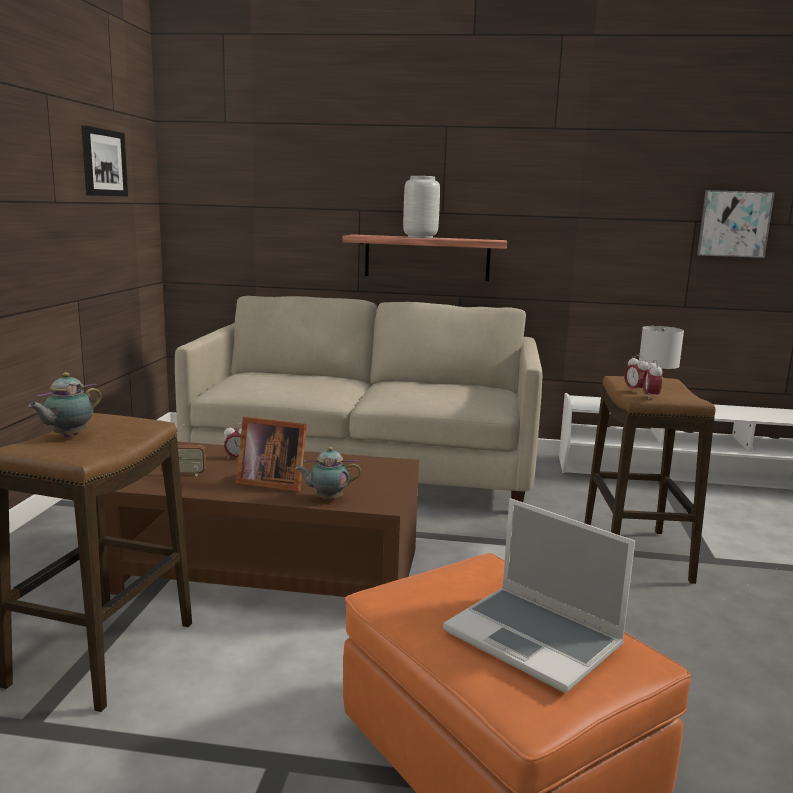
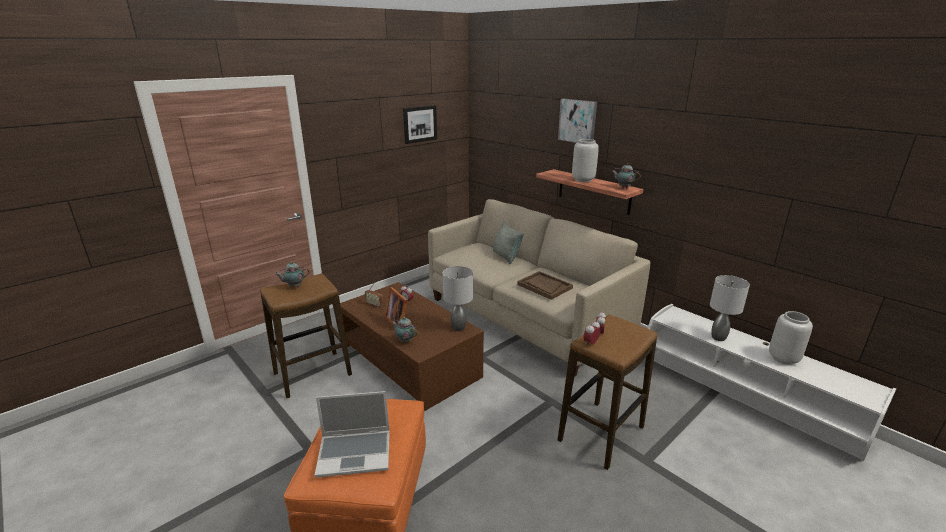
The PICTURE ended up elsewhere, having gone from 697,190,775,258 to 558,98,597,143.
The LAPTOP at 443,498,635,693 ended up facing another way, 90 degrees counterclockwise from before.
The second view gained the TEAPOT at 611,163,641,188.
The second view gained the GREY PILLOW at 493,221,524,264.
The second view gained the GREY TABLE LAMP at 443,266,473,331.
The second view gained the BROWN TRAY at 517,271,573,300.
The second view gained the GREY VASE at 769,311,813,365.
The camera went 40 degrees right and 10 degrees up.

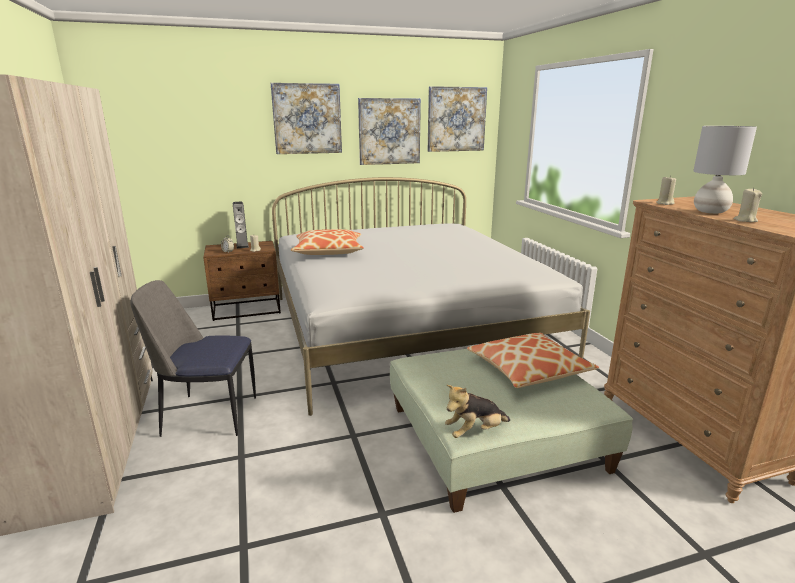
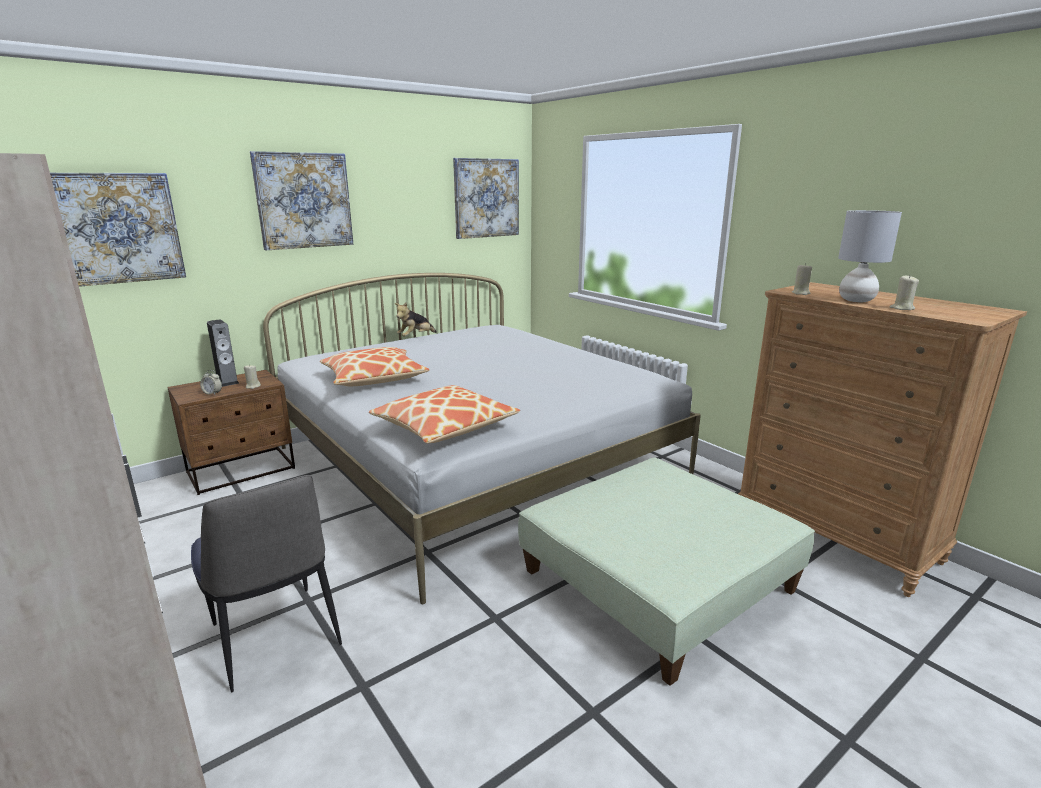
The PICTURE ended up elsewhere, having gone from 358,98,421,165 to 50,173,186,287.
The CHAIR at 130,280,256,437 ended up facing another way, 105 degrees counterclockwise from before.
The PILLOW ended up elsewhere, having gone from 467,333,599,388 to 369,385,520,444.
The PLUSH TOY ended up elsewhere, having gone from 445,385,510,438 to 395,302,437,336.
The camera went 20 degrees left and 0 degrees up.

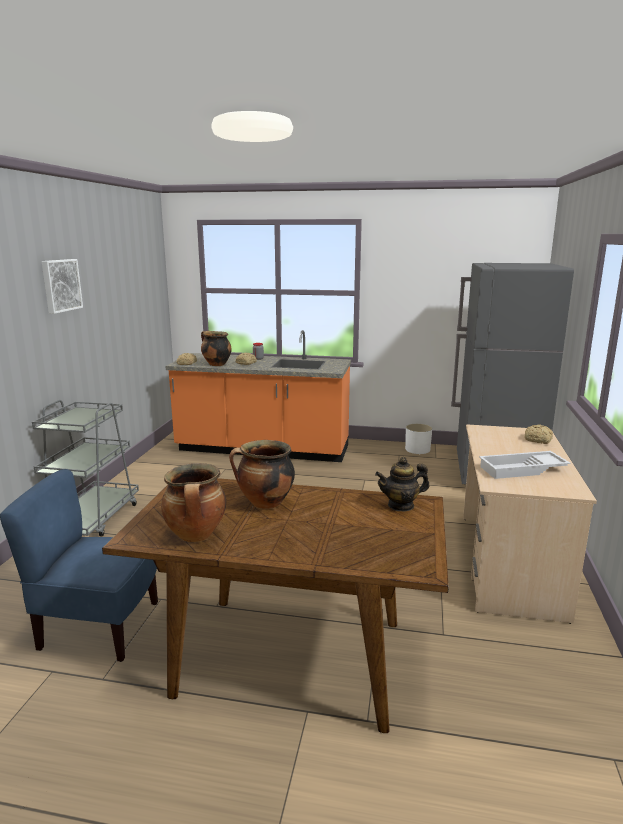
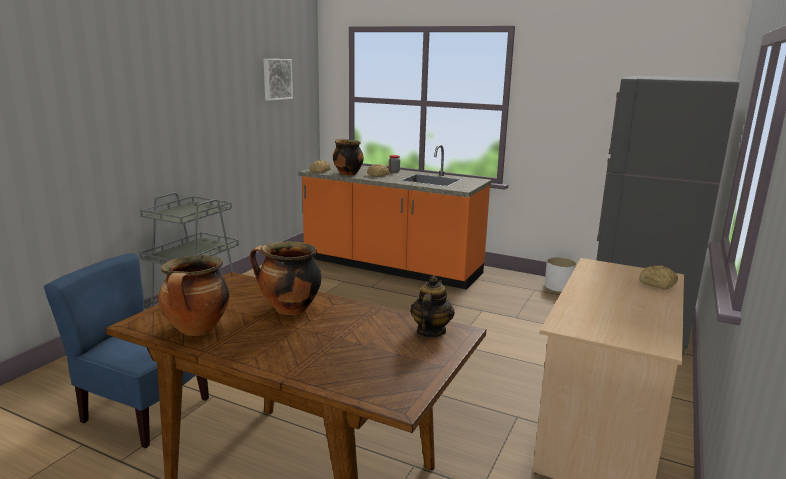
The PICTURE ended up elsewhere, having gone from 41,259,83,314 to 263,59,293,101.
The second view lost the WHITE TRAY at 479,451,570,479.
The TEAPOT at 375,457,430,512 ended up facing another way, 105 degrees clockwise from before.
The camera went 15 degrees right and 0 degrees up.

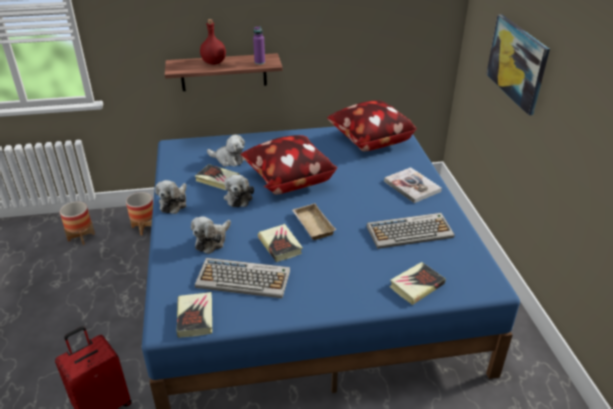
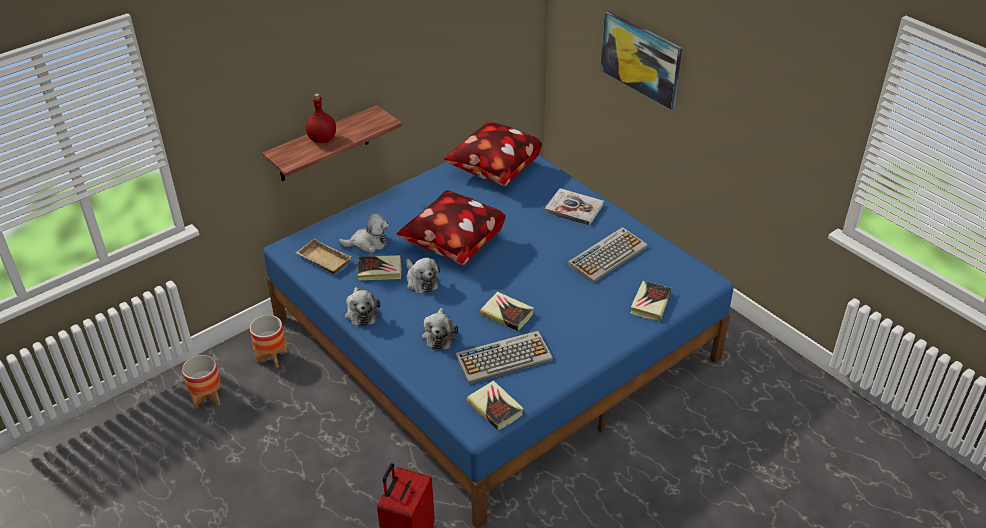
The second view lost the PURPLE BOTTLE at 253,26,265,65.
The BEIGE TRAY ended up elsewhere, having gone from 292,203,336,240 to 296,238,352,274.
The camera went 30 degrees left and 5 degrees up.

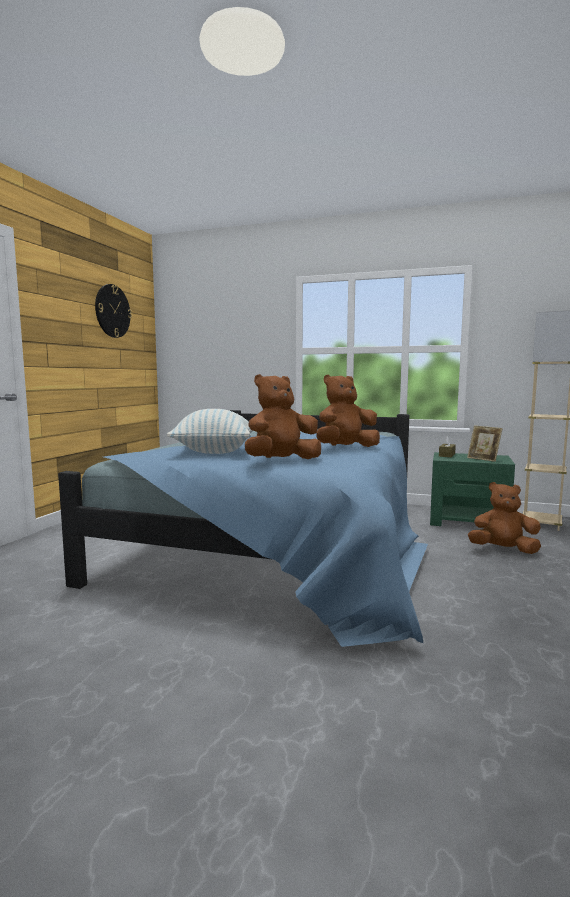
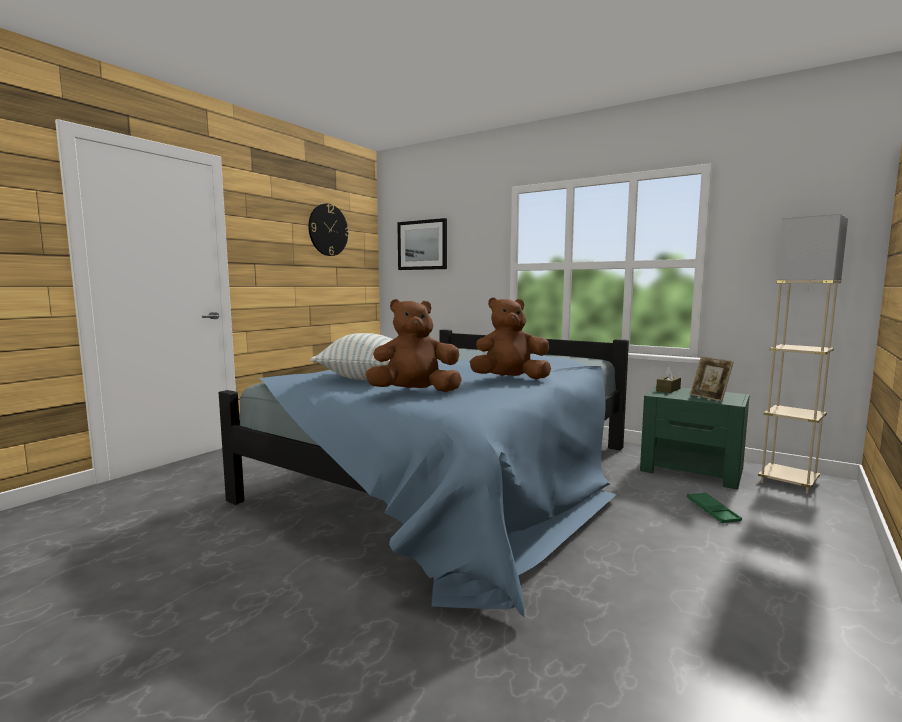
Where the BROWN PLUSH TOY stood at 468,482,541,554, the GREEN TRAY came to stand at 687,492,742,523.
The second view gained the PICTURE at 397,218,447,270.
The camera went 15 degrees right and 0 degrees up.

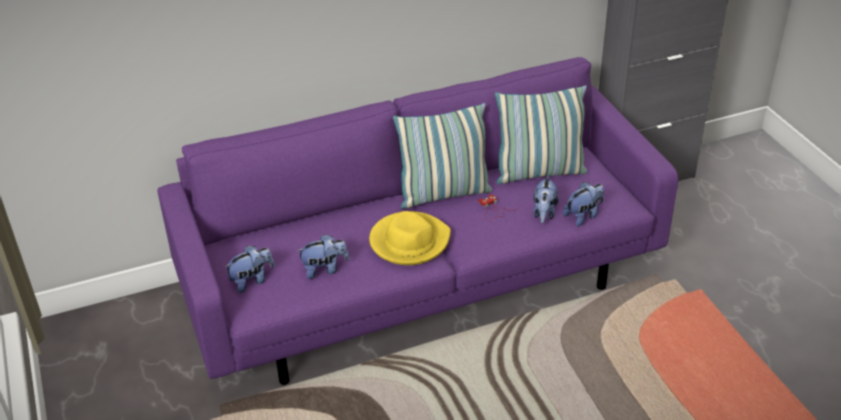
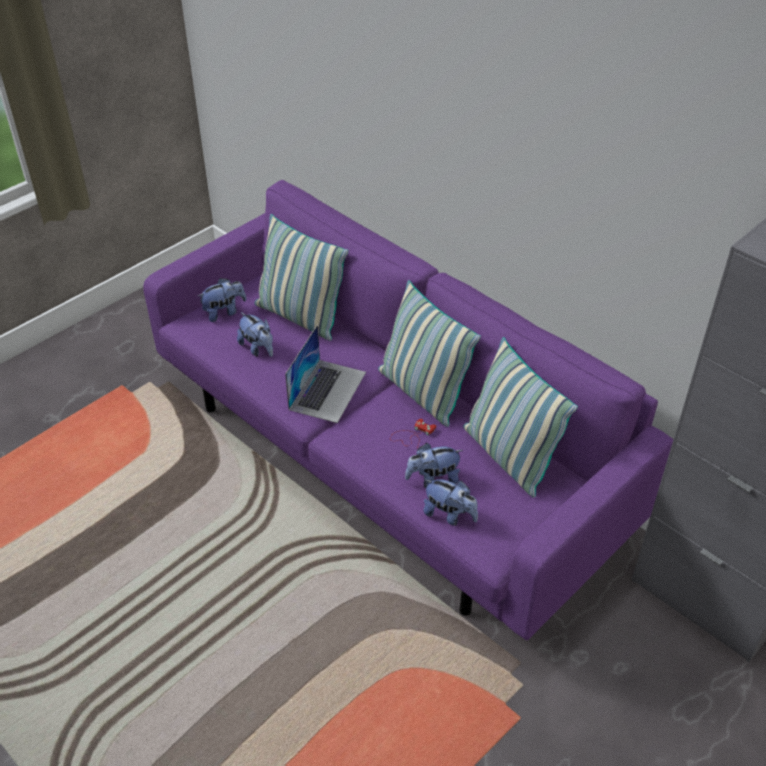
Where the YELLOW HAT stood at 369,211,451,265, the LAPTOP came to stand at 285,325,366,423.
The PLUSH TOY at 224,246,275,293 ended up facing another way, 60 degrees counterclockwise from before.
The second view gained the PILLOW at 255,214,349,341.
The camera went 65 degrees right and 5 degrees up.

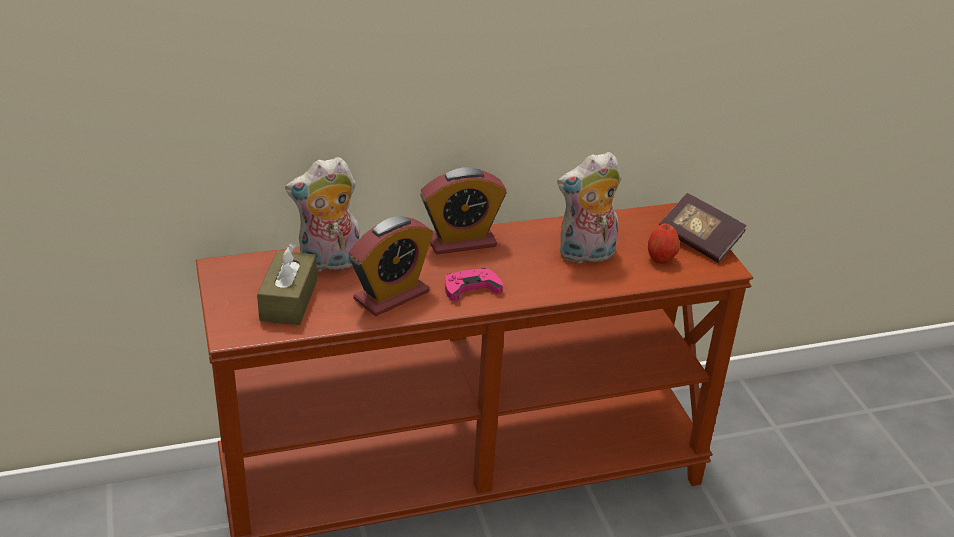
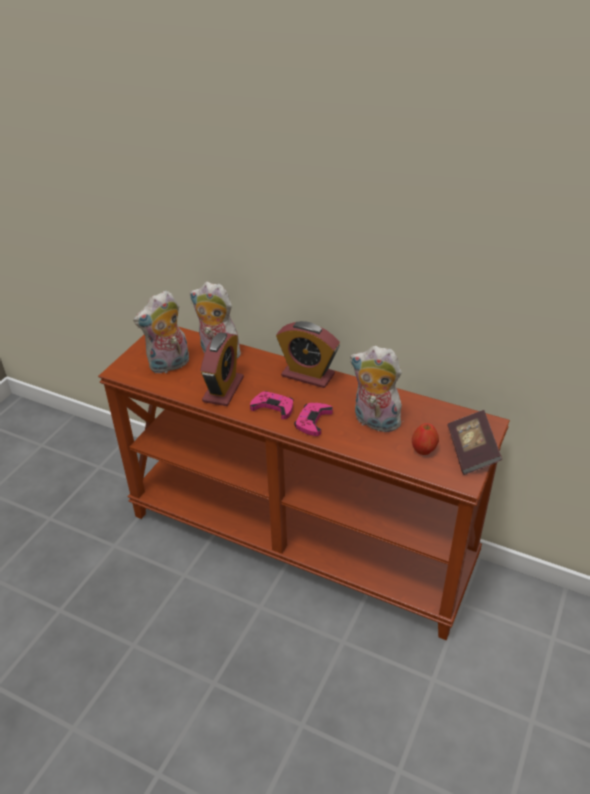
The ALARM CLOCK at 349,216,433,316 ended up facing another way, 75 degrees counterclockwise from before.
Where the BROWN TISSUE BOX stood at 257,243,317,325, the PLUSH TOY came to stand at 133,291,189,374.
The second view gained the PINK GAME CONTROLLER at 294,403,333,436.
The camera went 45 degrees right and 5 degrees up.

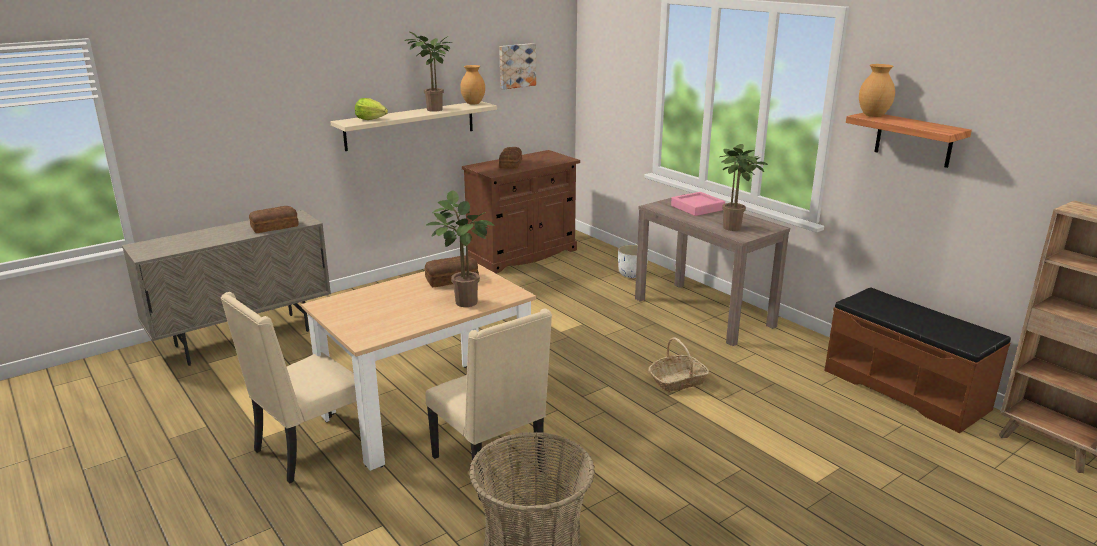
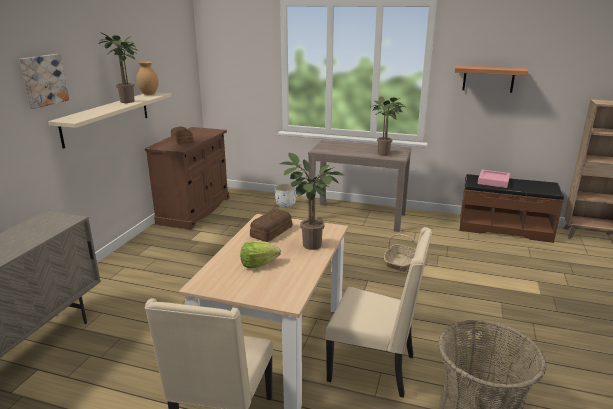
The PICTURE ended up elsewhere, having gone from 499,43,536,90 to 20,54,69,109.
The second view lost the BROWN VASE at 859,64,895,117.
The LETTUCE ended up elsewhere, having gone from 355,98,388,120 to 240,241,281,269.
The PINK TRAY ended up elsewhere, having gone from 671,192,725,216 to 478,170,510,188.
The second view lost the BREAD at 249,206,299,233.
The camera went 35 degrees left and 0 degrees up.

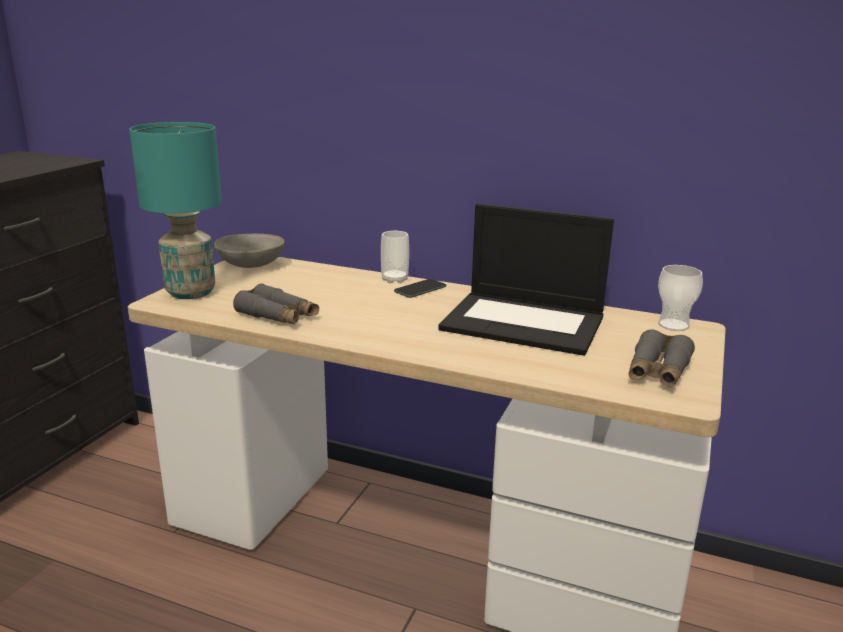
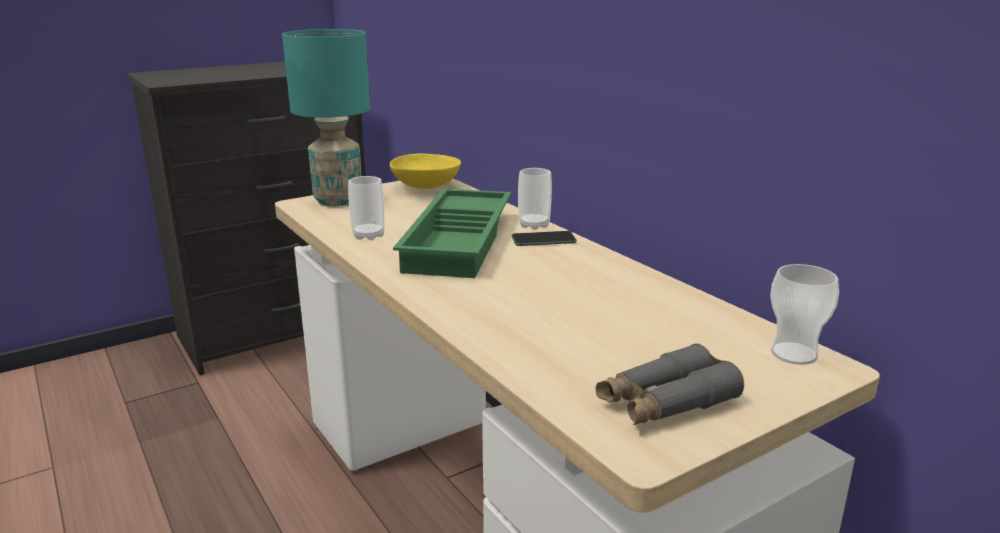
The second view lost the LAPTOP at 438,204,614,356.
What was the GREY BOWL at 214,234,285,268 turned into the YELLOW BOWL at 389,153,461,189.
Where the GREY BINOCULARS stood at 233,284,319,325, the CUP came to stand at 348,176,385,240.
The second view gained the GREEN TRAY at 393,189,511,278.
The camera went 35 degrees right and 0 degrees up.

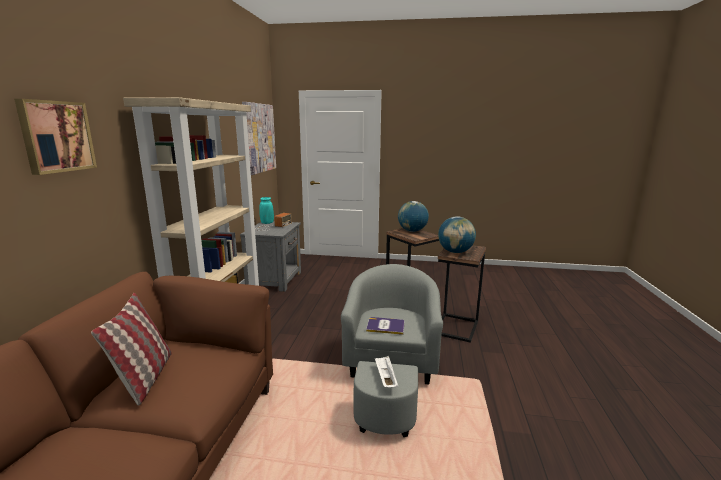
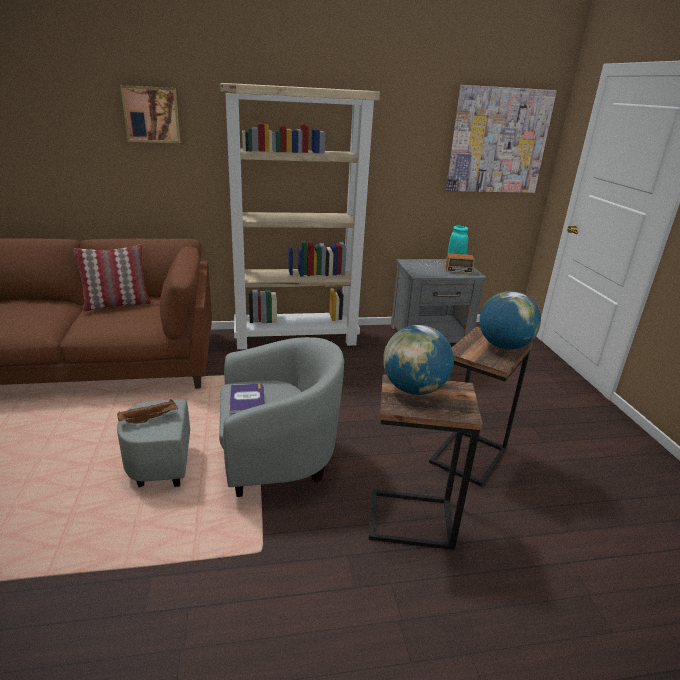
What was the WHITE TRAY at 375,356,398,388 turned into the BROWN TRAY at 117,399,178,424.
The camera went 70 degrees right and 10 degrees up.

